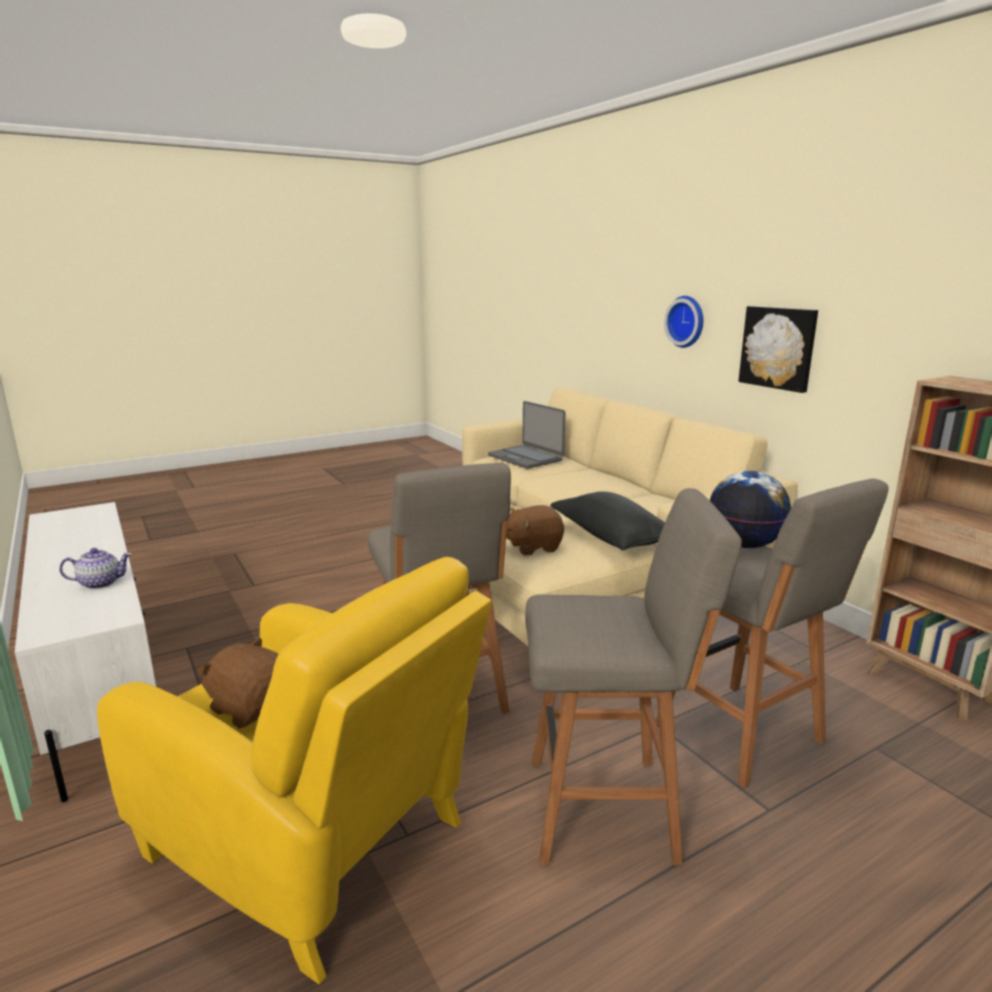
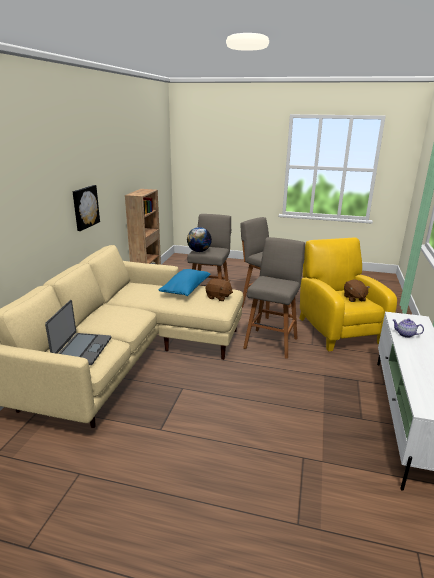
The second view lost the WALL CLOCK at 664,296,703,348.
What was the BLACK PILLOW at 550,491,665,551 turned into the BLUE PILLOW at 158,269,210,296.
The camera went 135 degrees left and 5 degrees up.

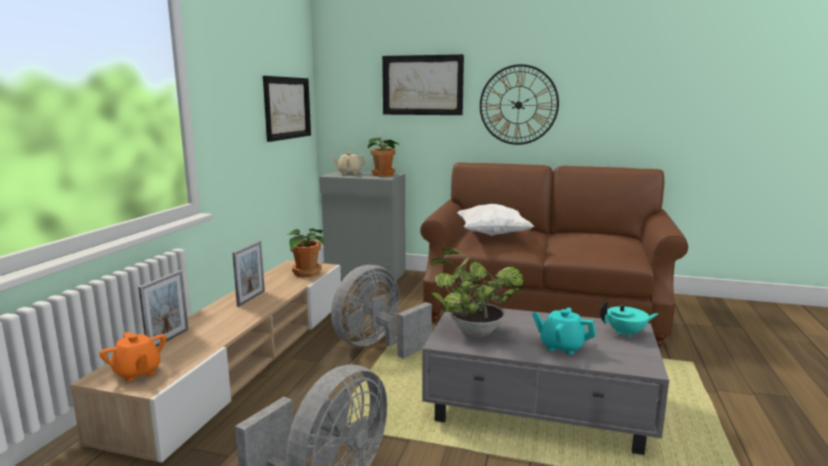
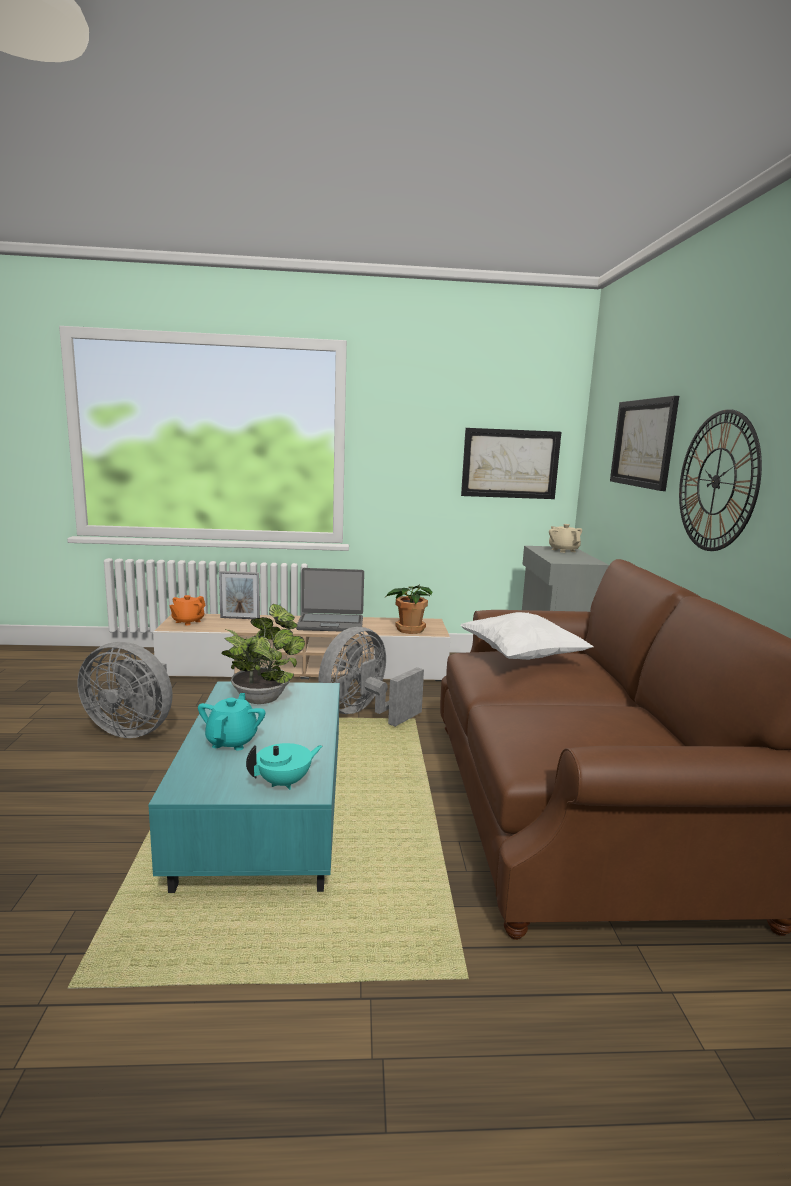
The second view lost the POTTED PLANT at 368,138,399,176.
Where the PICTURE FRAME stood at 232,241,265,307, the LAPTOP came to stand at 296,568,364,632.
The GREY FAN at 331,265,432,359 ended up facing another way, 75 degrees counterclockwise from before.
The TURQUOISE TEAPOT at 600,300,659,338 ended up facing another way, 105 degrees counterclockwise from before.
What was the GREY COFFEE TABLE at 422,308,669,455 turned into the TURQUOISE COFFEE TABLE at 148,681,340,893.
The camera went 70 degrees right and 0 degrees up.

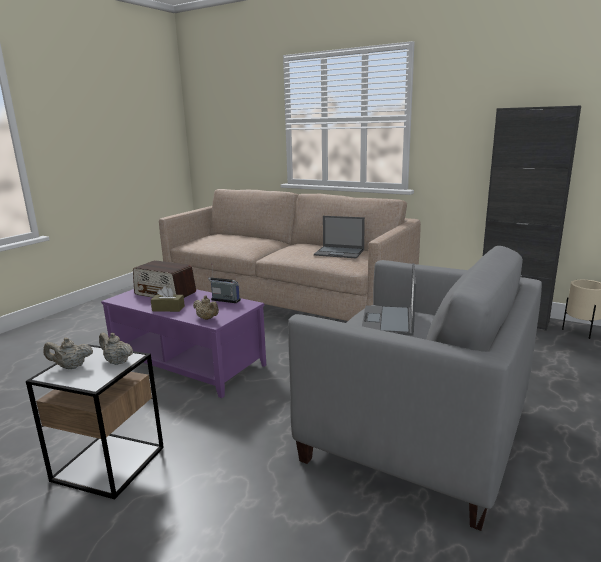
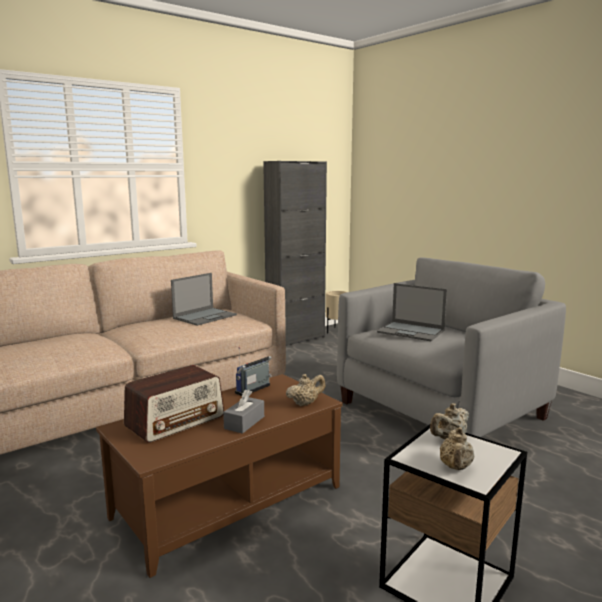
What was the BROWN TISSUE BOX at 151,286,185,312 turned into the GREY TISSUE BOX at 223,390,264,434.
What was the PURPLE COFFEE TABLE at 101,289,266,398 turned into the BROWN COFFEE TABLE at 96,374,342,578.
The camera went 70 degrees left and 5 degrees down.

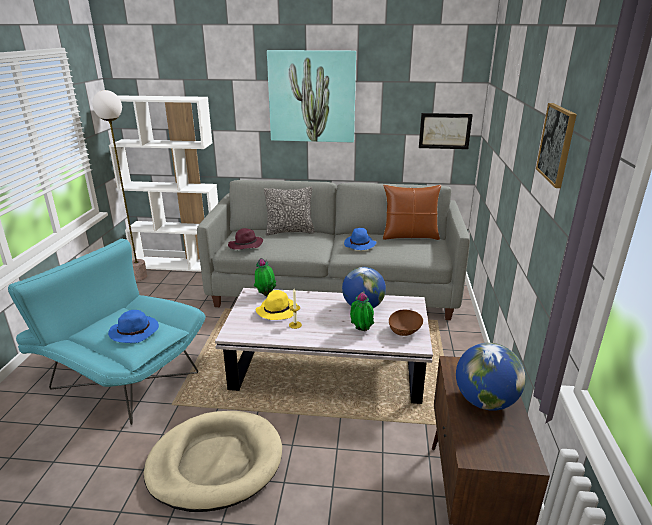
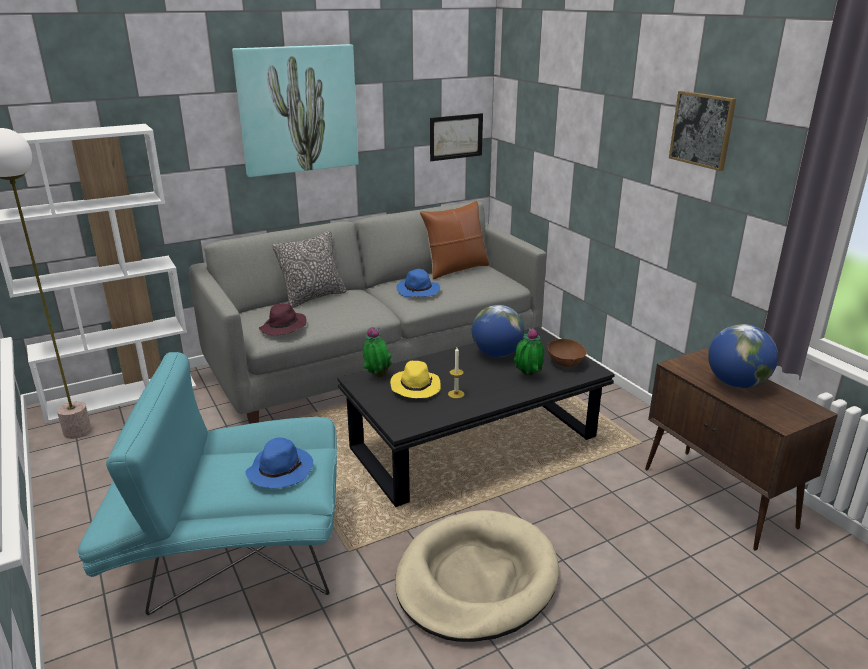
What was the WHITE COFFEE TABLE at 215,288,433,404 turned into the BLACK COFFEE TABLE at 338,327,615,507.
The camera went 35 degrees left and 0 degrees up.

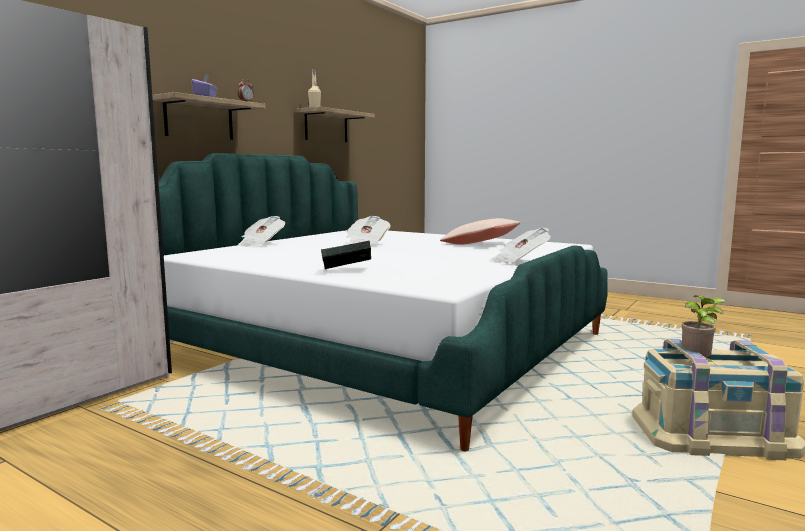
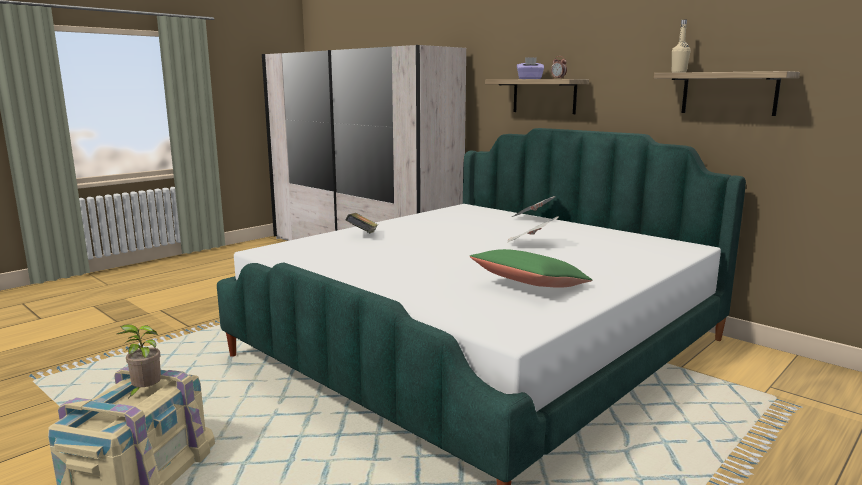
What was the BEIGE PILLOW at 440,218,521,244 turned into the GREEN PILLOW at 469,249,592,288.
The second view lost the NEWSPAPER at 490,228,551,263.
The camera went 100 degrees right and 5 degrees up.

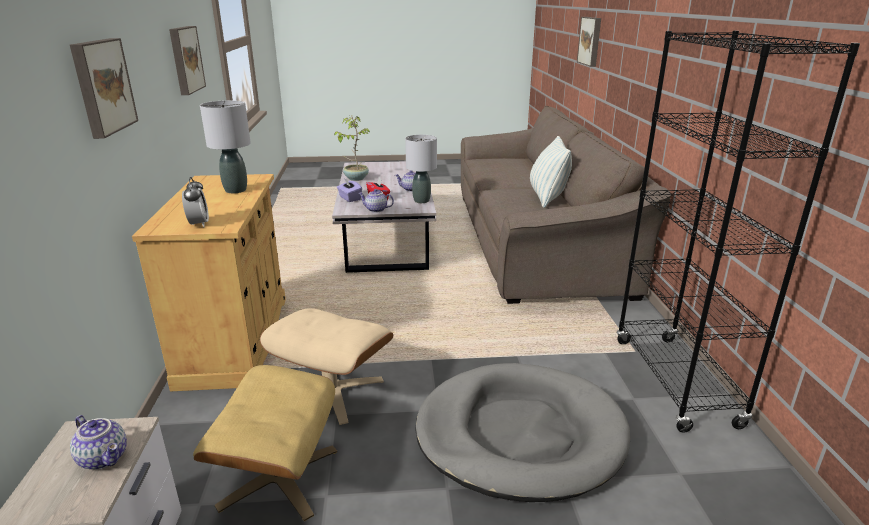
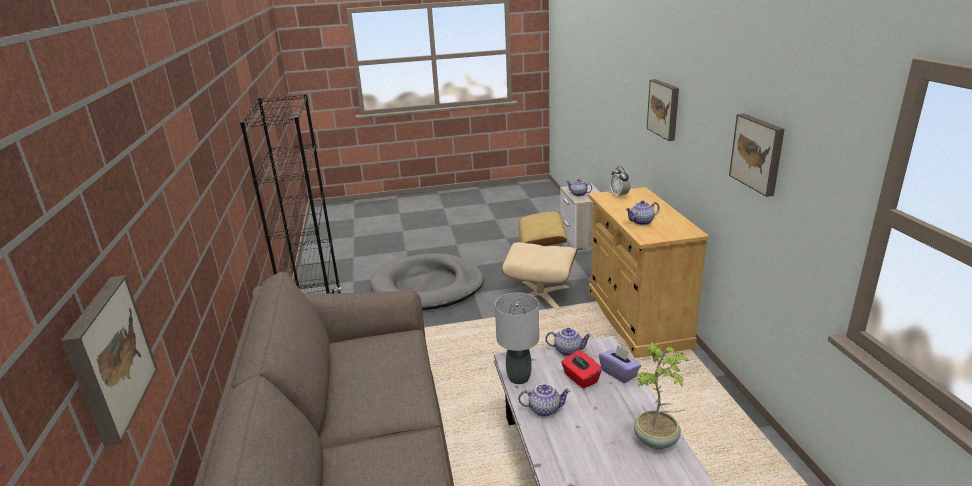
Where the GREY TABLE LAMP stood at 200,100,251,193, the TEAPOT came to stand at 625,200,660,225.
The second view lost the PILLOW at 530,136,572,208.
The camera went 175 degrees right and 0 degrees up.

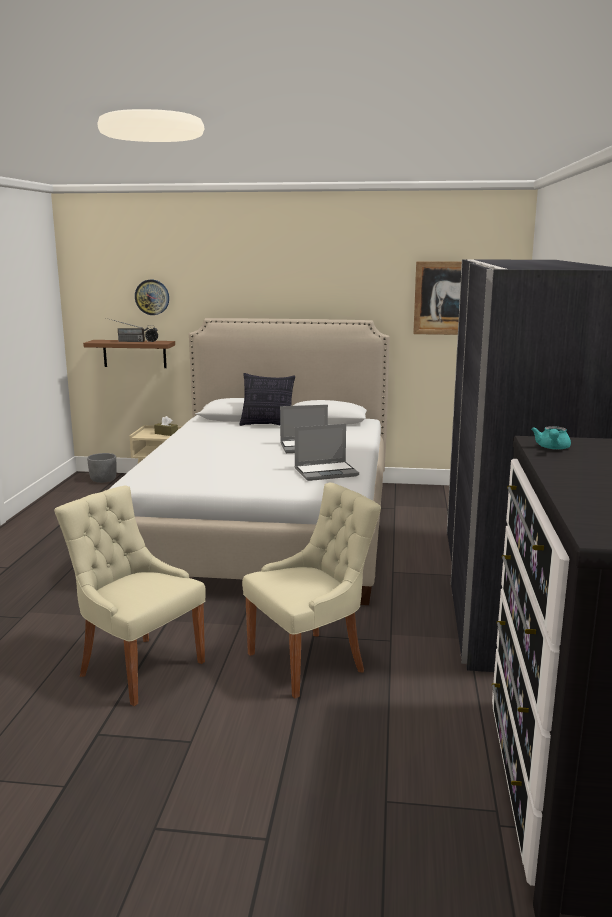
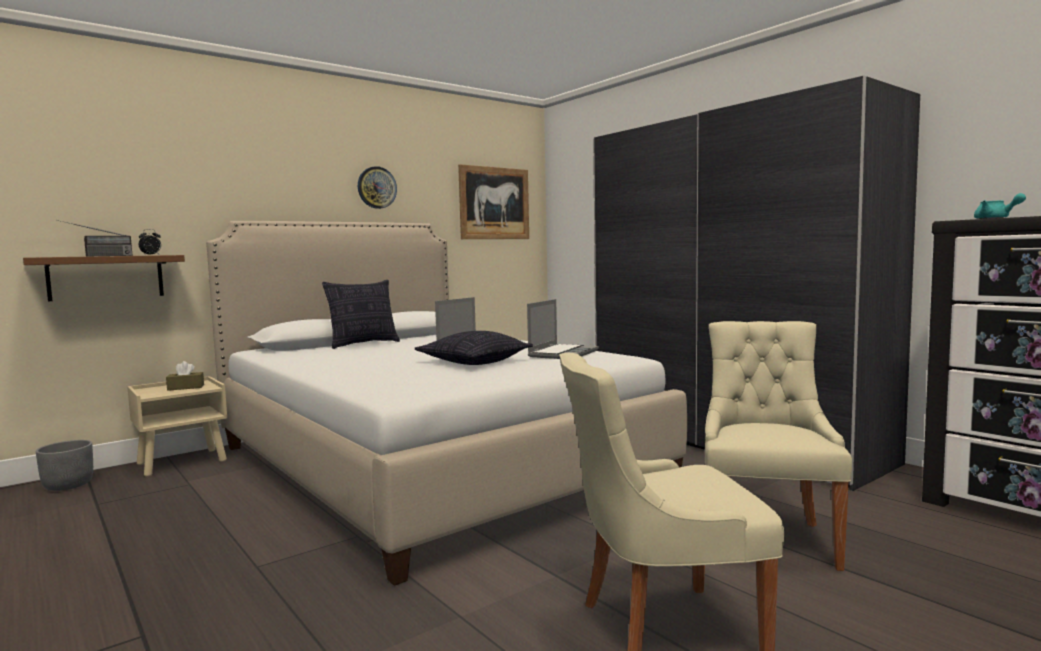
The WALL CLOCK ended up elsewhere, having gone from 135,280,169,315 to 358,166,397,209.
The second view gained the PILLOW at 414,331,533,365.
The camera went 45 degrees left and 10 degrees down.

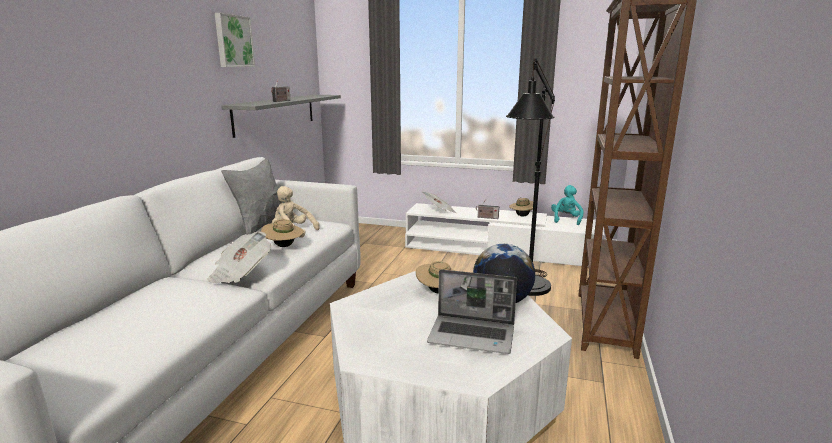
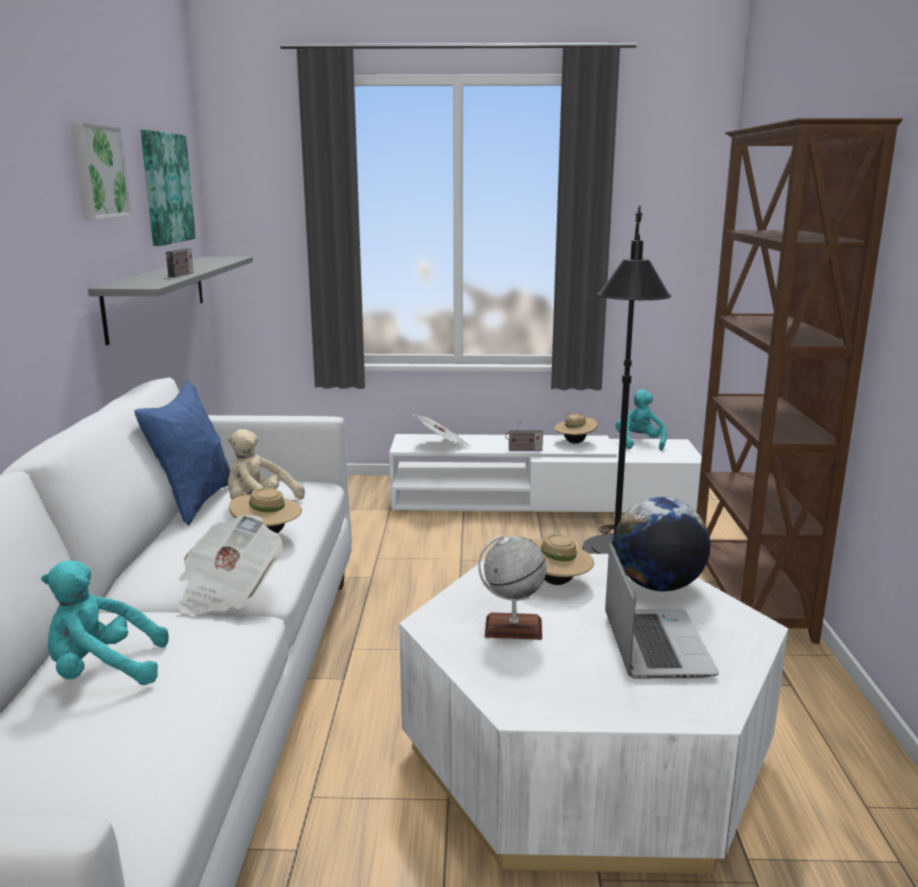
What was the GREY PILLOW at 221,158,281,235 turned into the BLUE PILLOW at 134,380,230,526.
The LAPTOP at 427,269,517,354 ended up facing another way, 90 degrees counterclockwise from before.
The second view gained the PICTURE at 141,130,196,246.
The second view gained the GLOBE at 478,534,547,640.
The second view gained the TURQUOISE PLUSH TOY at 41,560,169,685.
The camera went 15 degrees left and 0 degrees up.

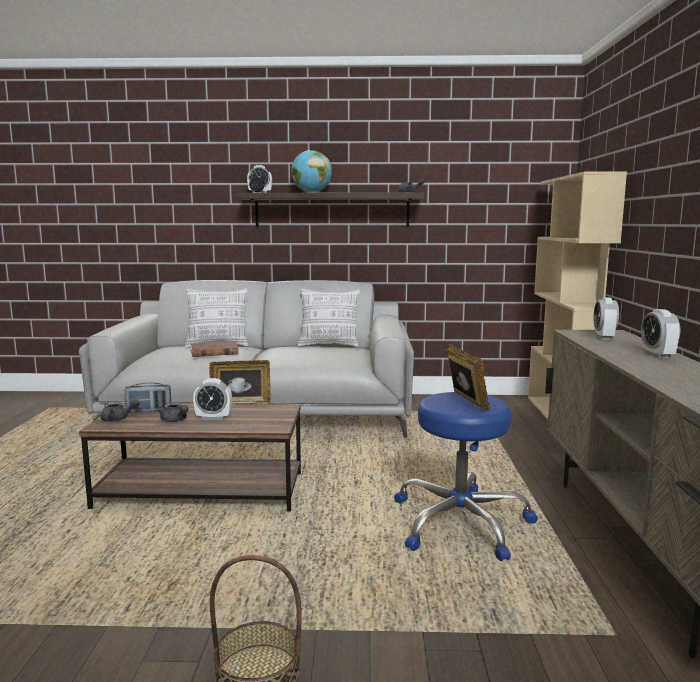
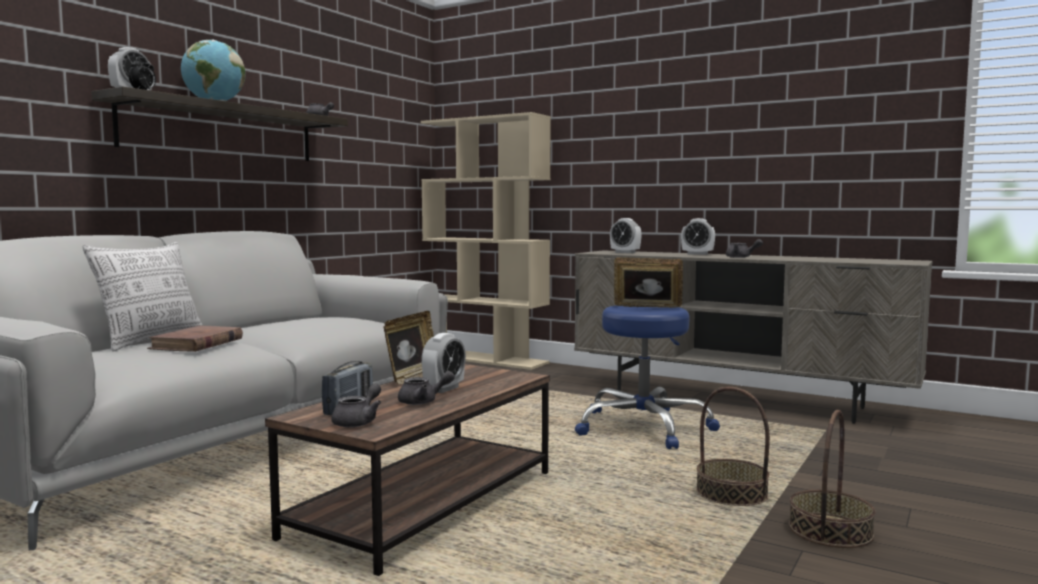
The second view lost the PILLOW at 298,288,360,348.
The second view gained the GREY TEAPOT at 726,239,763,258.
The second view gained the BASKET at 696,387,770,506.
The camera went 60 degrees left and 5 degrees down.

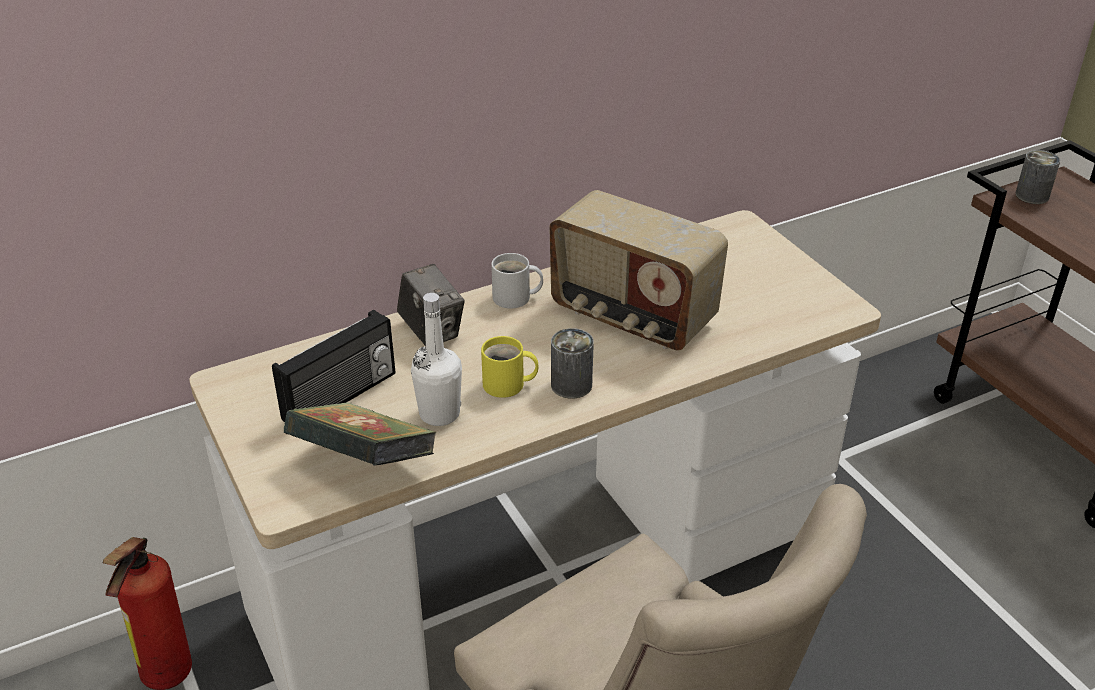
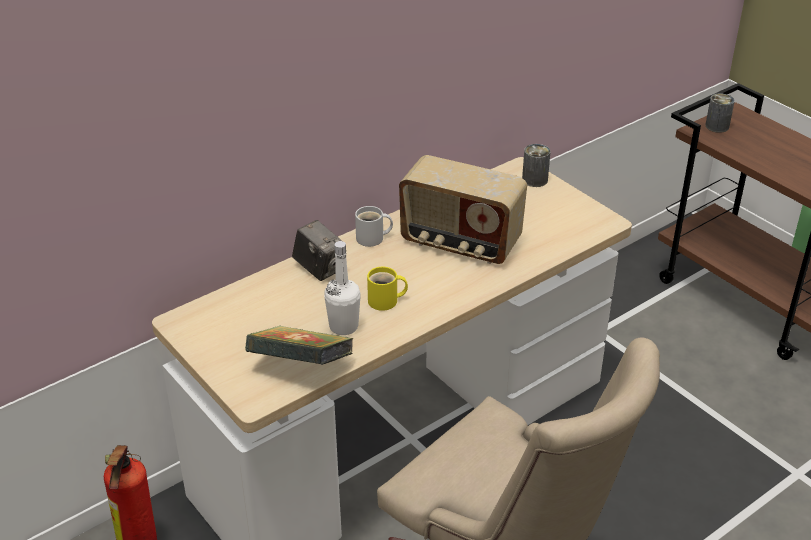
The second view lost the RADIO at 272,309,395,422.
The CAN ended up elsewhere, having gone from 551,328,594,399 to 522,144,551,187.
The camera went 10 degrees left and 0 degrees up.

